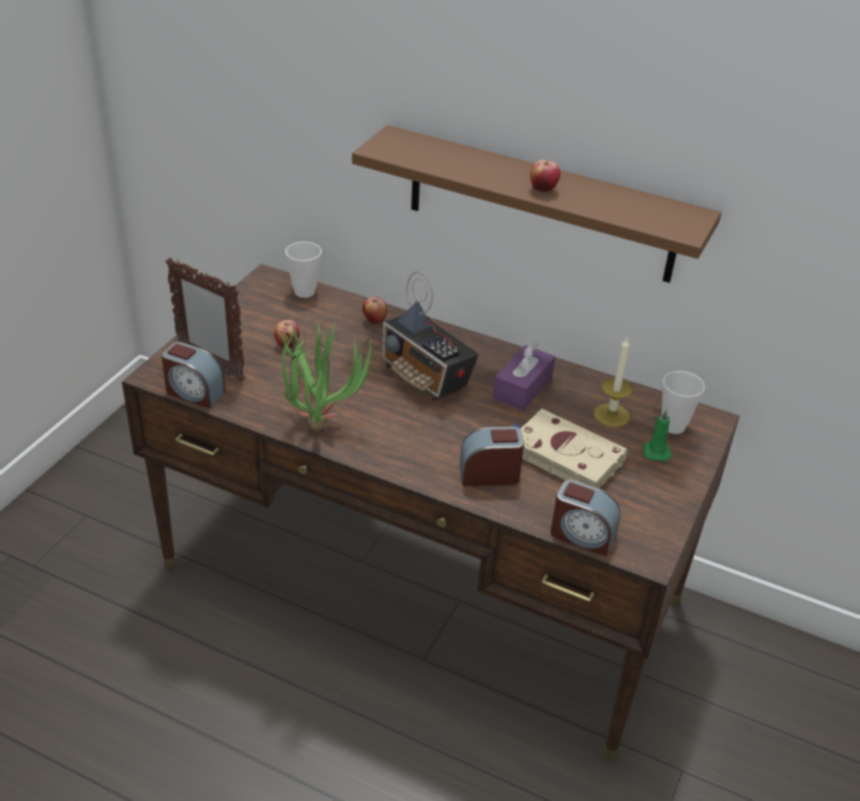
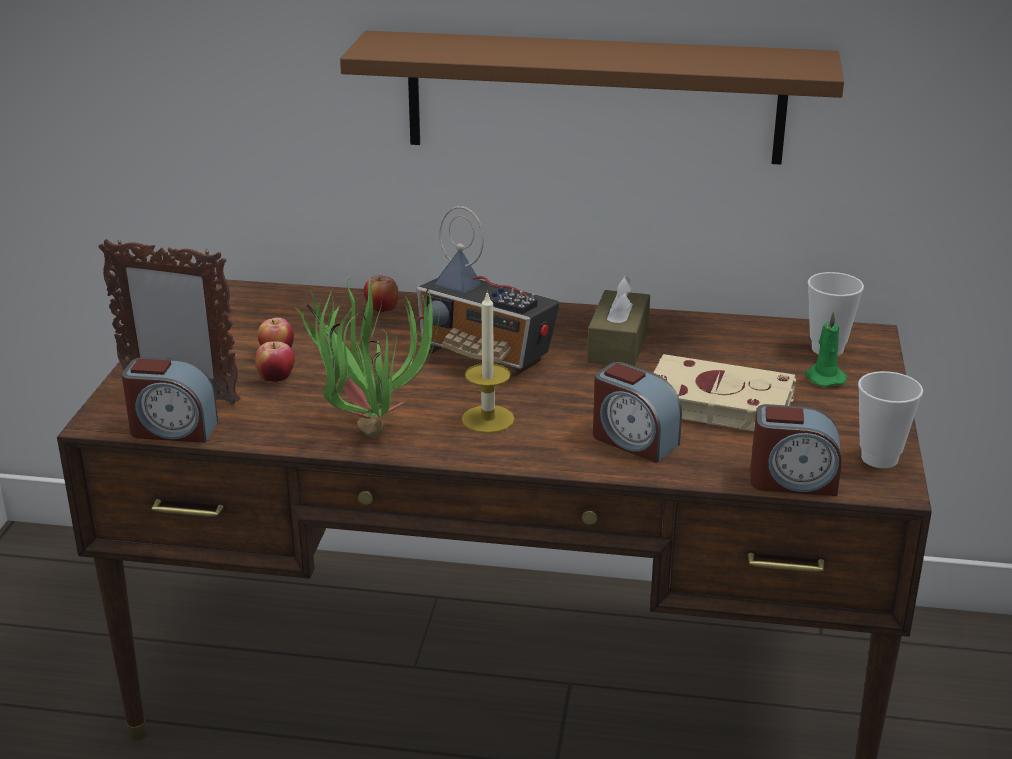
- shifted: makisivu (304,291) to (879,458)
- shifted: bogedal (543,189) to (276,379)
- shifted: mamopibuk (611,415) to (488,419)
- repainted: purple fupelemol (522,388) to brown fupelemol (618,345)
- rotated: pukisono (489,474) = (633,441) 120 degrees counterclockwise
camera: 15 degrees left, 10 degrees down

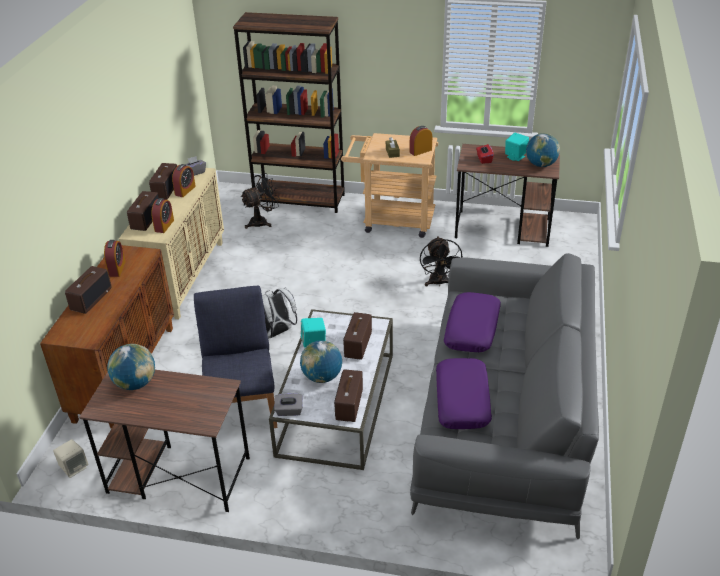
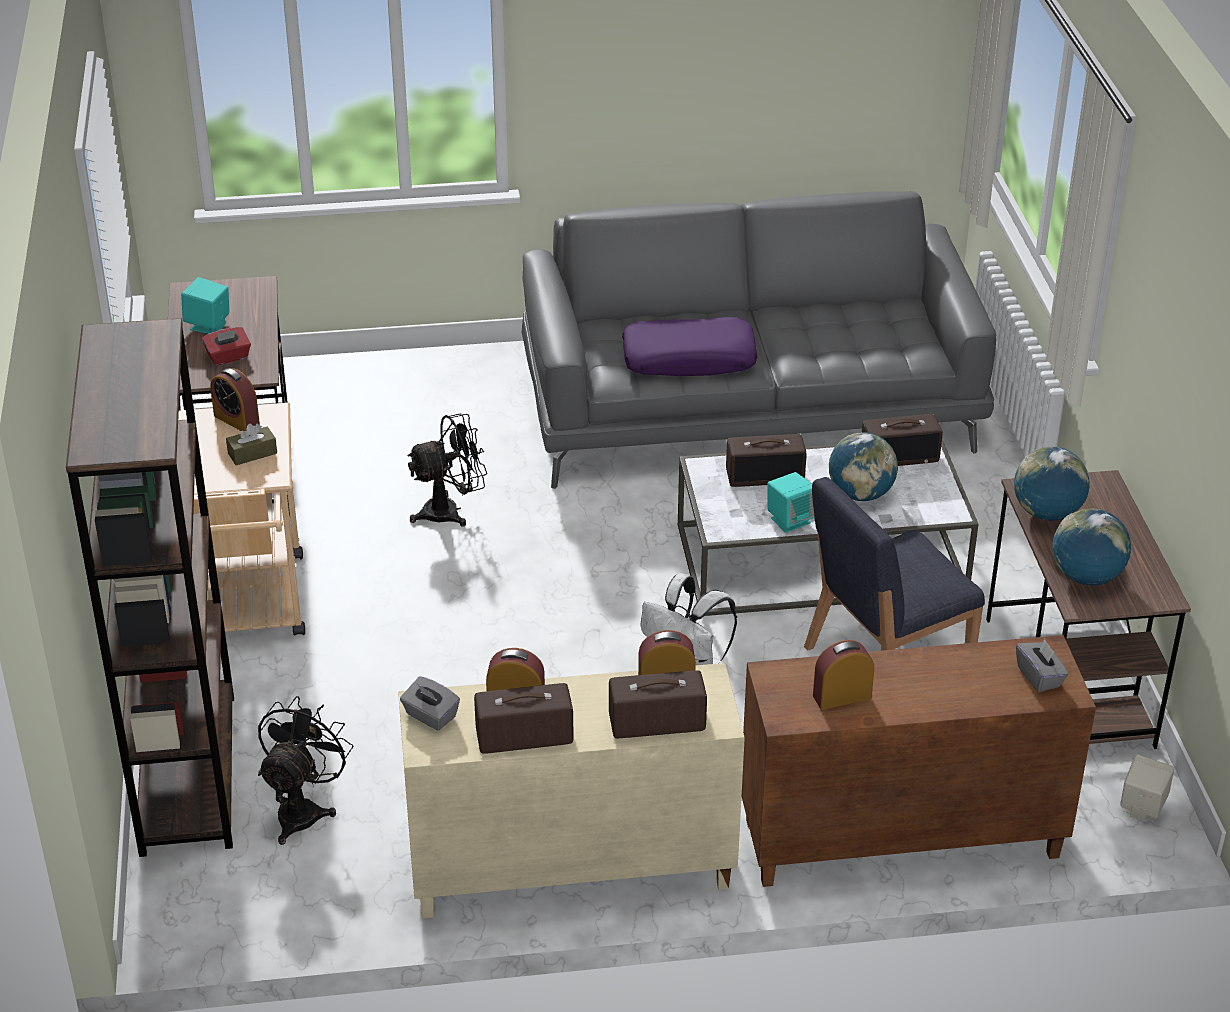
- gone: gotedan (91,298)
- gone: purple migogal (463,400)
- shifted: grey fupelemol (289,411) to (1039,677)
- shifted: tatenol (541,165) to (1047,513)
- rotated: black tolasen (262,221) = (303,810) 75 degrees clockwise
camera: 110 degrees left, 0 degrees up

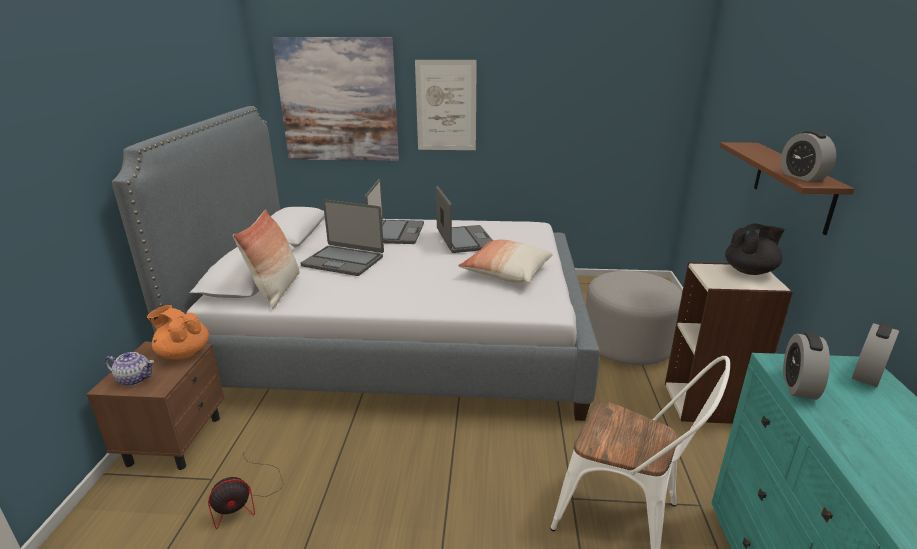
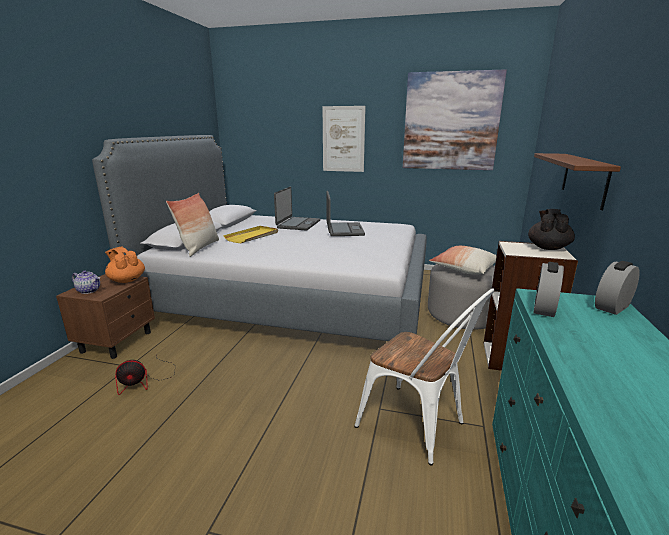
- gone: pukisono (802,176)
- shifted: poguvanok (338,101) to (451,122)
- shifted: migogal (506,273) to (464,269)
- swapped: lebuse (343,261) to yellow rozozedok (252,236)
- rotated: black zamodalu (750,271) = (548,247) 60 degrees counterclockwise
camera: 10 degrees right, 5 degrees down

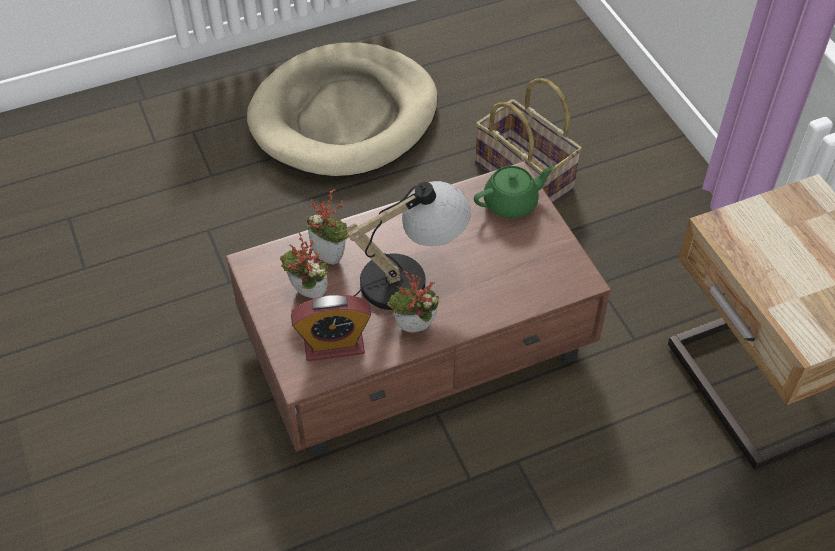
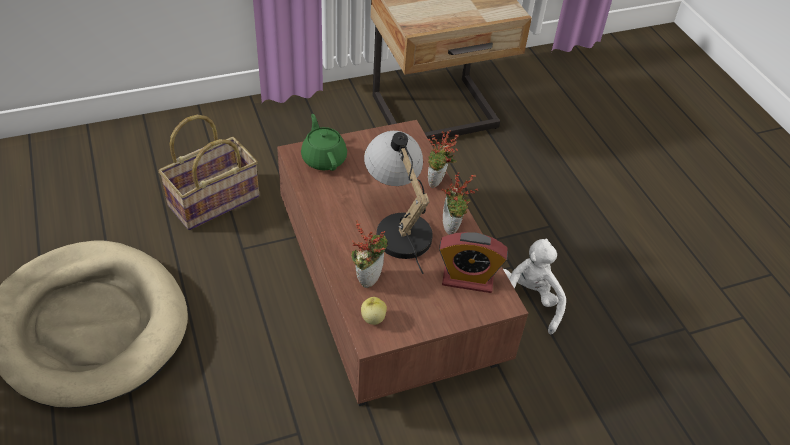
- new: bogedal (373,318)
- new: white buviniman (527,303)
- shifted: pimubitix (306,295) to (438,183)
- rotated: pukisono (334,345) = (467,279) 105 degrees clockwise
camera: 90 degrees left, 5 degrees down

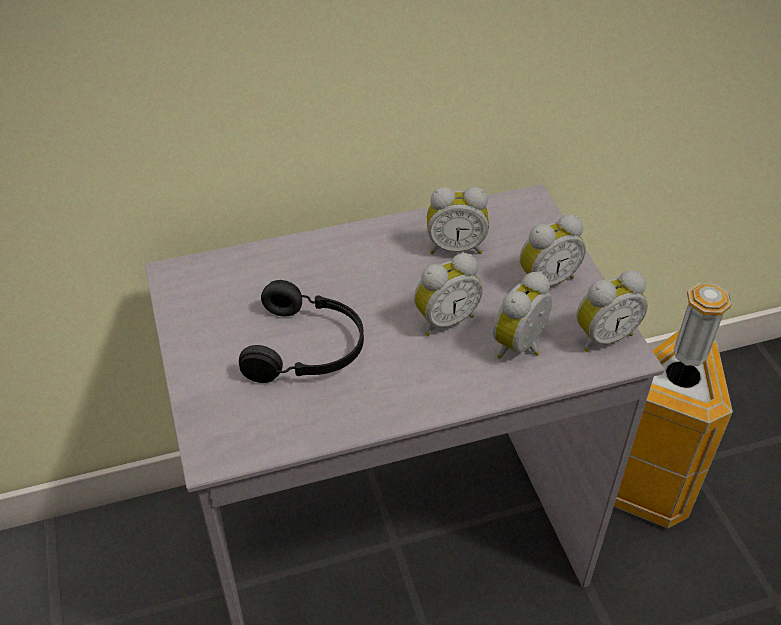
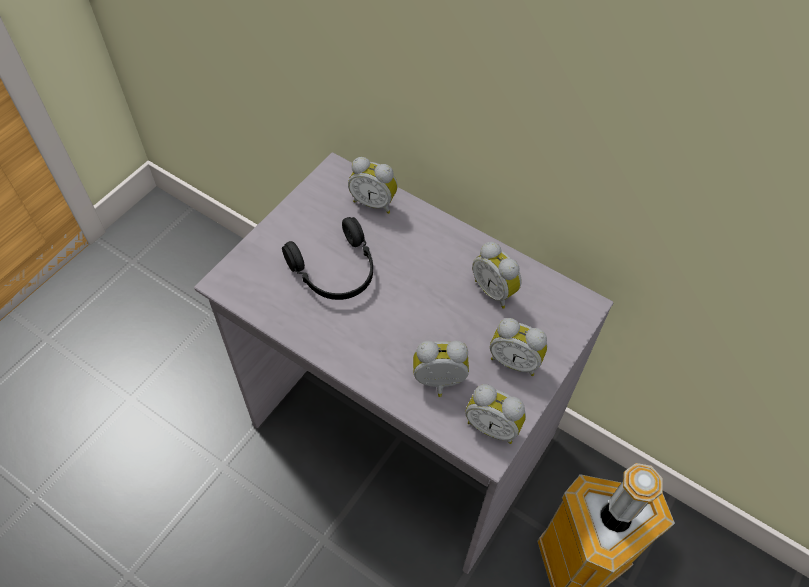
- shifted: pukisono (444,319) to (374,202)
camera: 50 degrees right, 10 degrees up

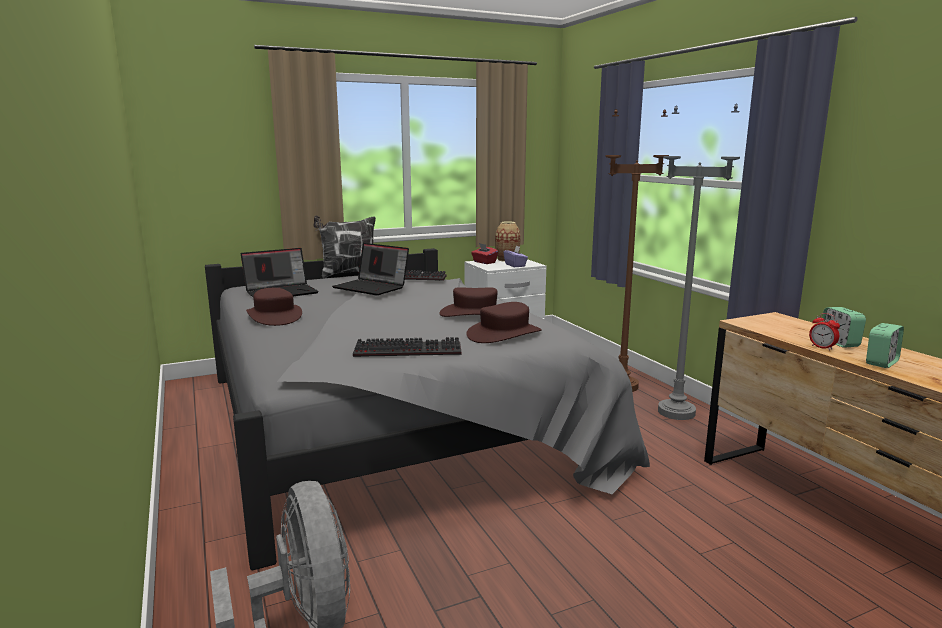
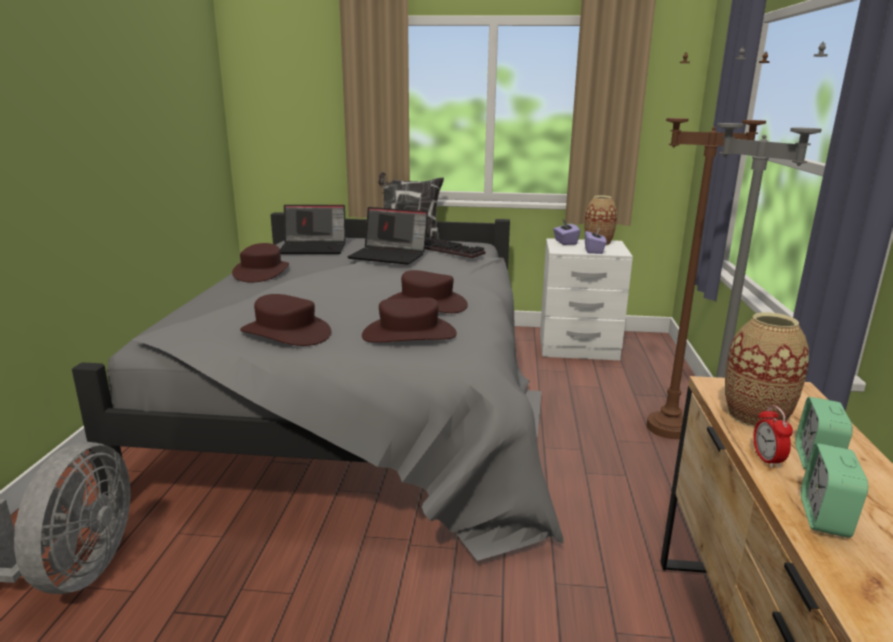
- new: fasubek (755,416)
- swapped: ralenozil (410,350) to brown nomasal (286,332)
- repainted: red fupelemol (484,262) to purple fupelemol (565,242)
- rotated: lebuse (372,287) = (389,255) 45 degrees counterclockwise
- rotated: pukisono (881,362) = (824,517) 120 degrees clockwise
camera: 30 degrees right, 5 degrees up

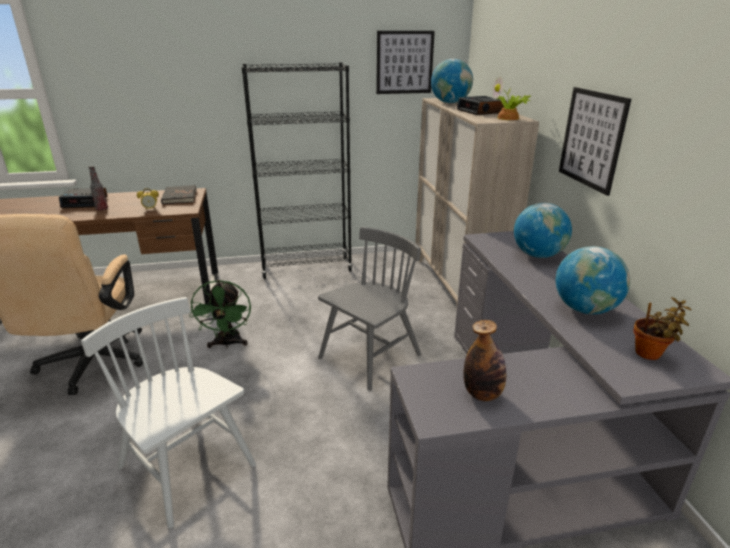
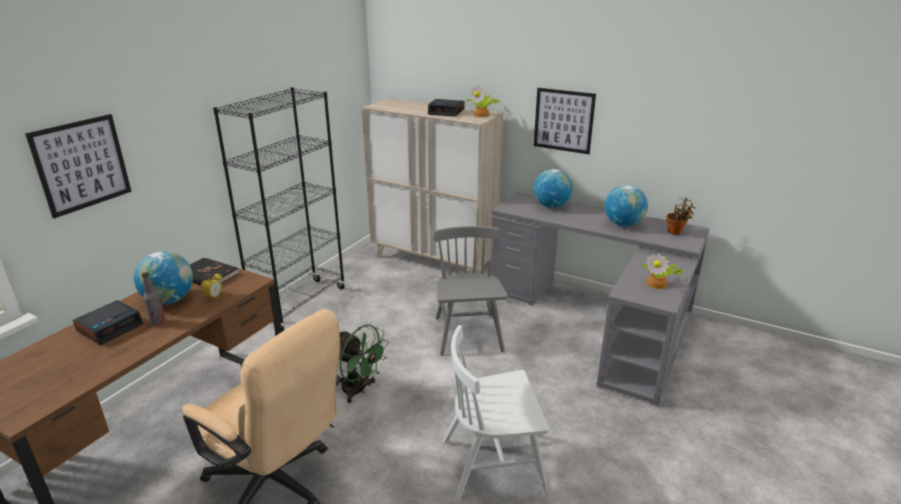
- shifted: poguvanok (404,62) to (82,164)
- shifted: tatenol (450,103) to (169,300)
- swapped: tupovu (482,394) to pimubitix (657,283)
camera: 50 degrees left, 0 degrees up

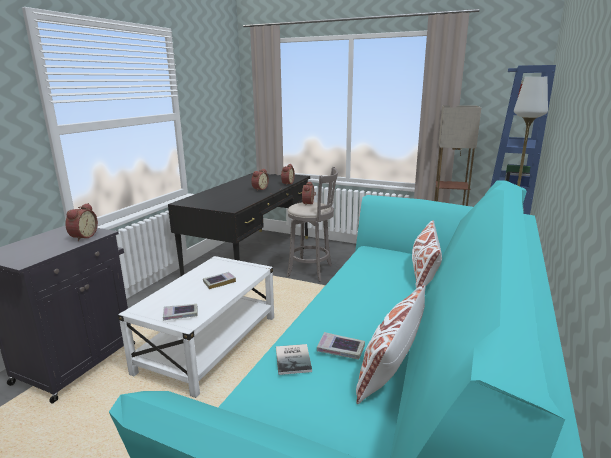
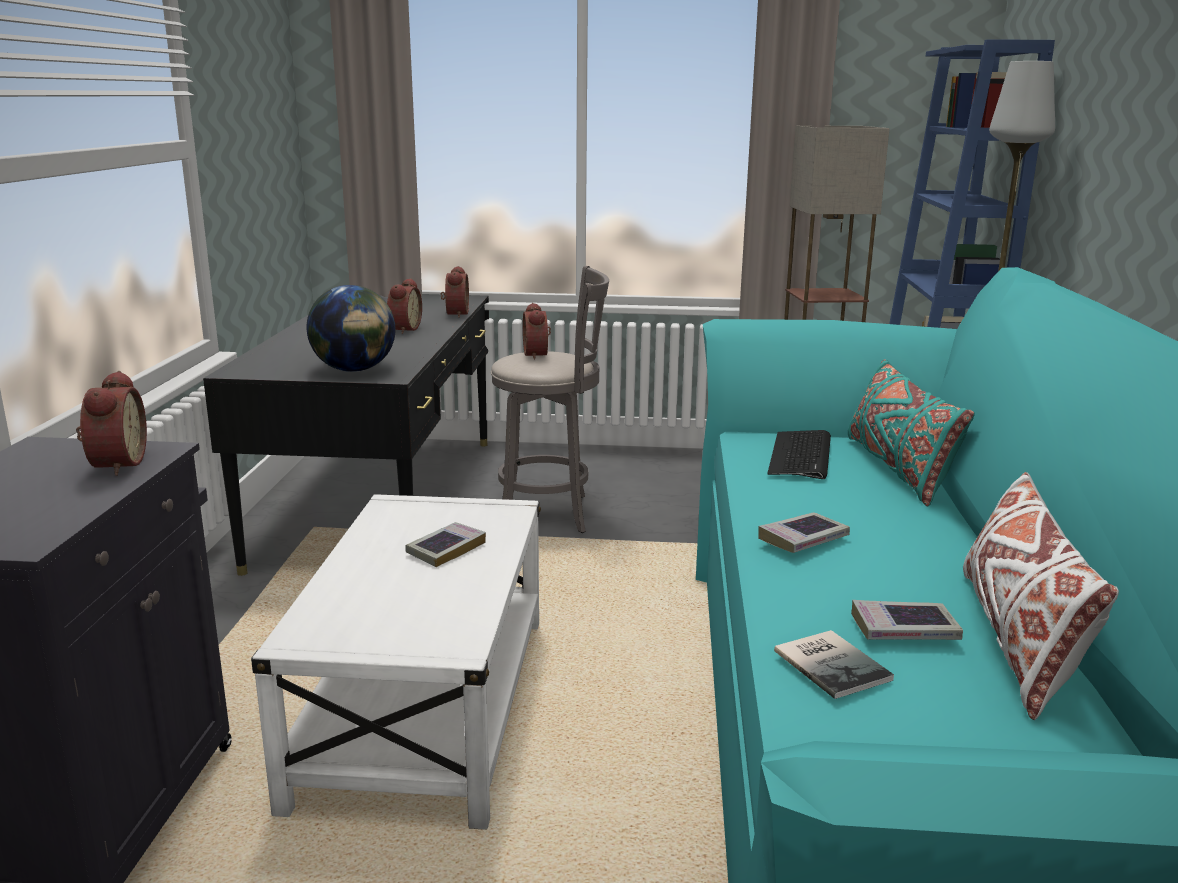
- new: tatenol (355,370)
- new: ralenozil (801,456)
- shifted: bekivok (180,314) to (803,539)
- repainted: white migogal (424,273) to turquoise migogal (898,468)
camera: 20 degrees left, 0 degrees up

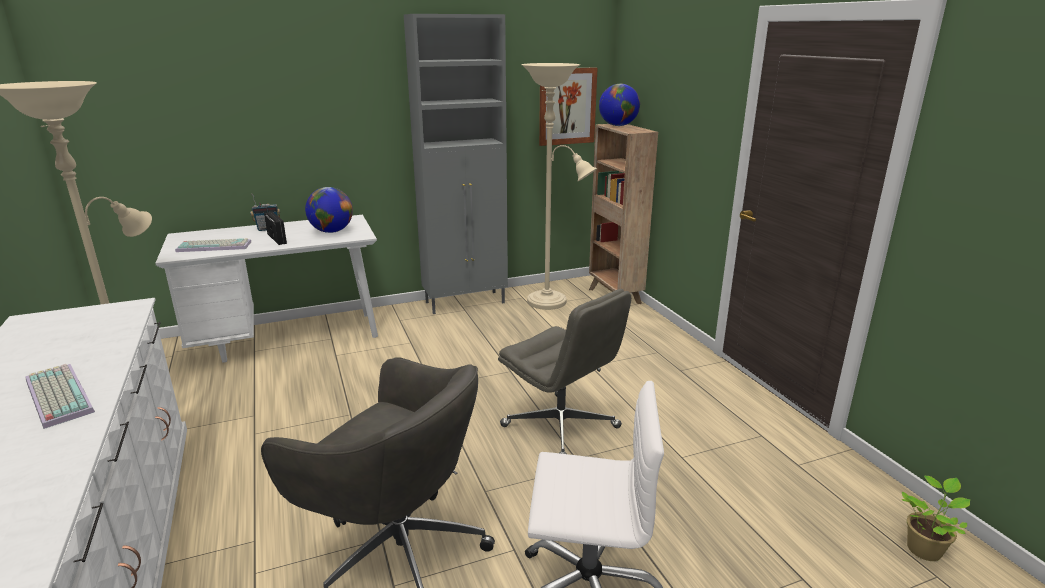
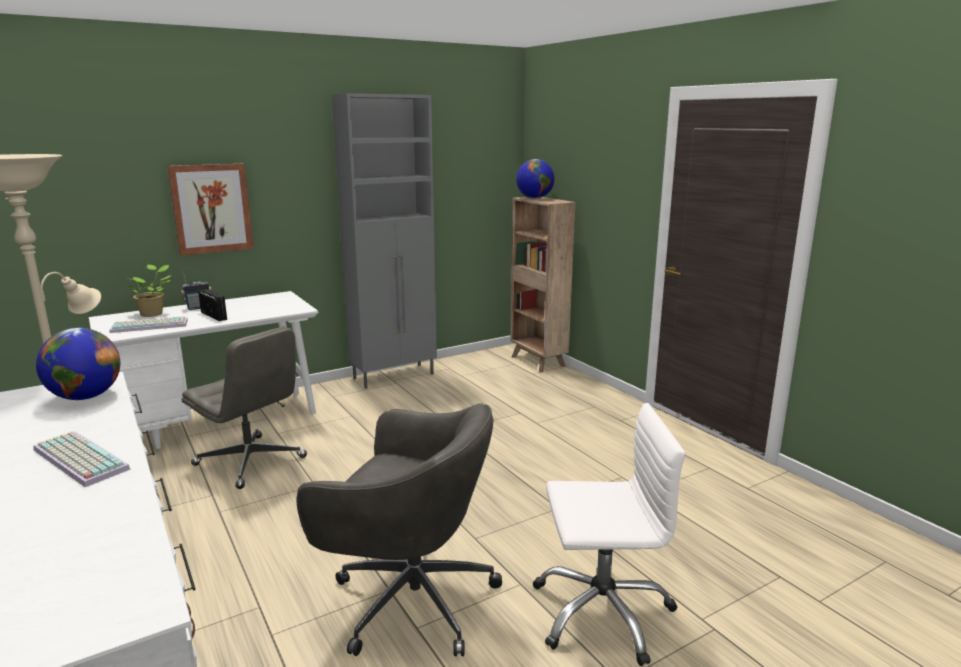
- gone: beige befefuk (552,302)
- shifted: tatenol (331,231) to (86,397)
- shifted: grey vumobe (562,427) to (251,461)
- shifted: poguvanok (567,106) to (211,208)
- shifted: pimubitix (924,548) to (153,314)
camera: 10 degrees left, 5 degrees down

